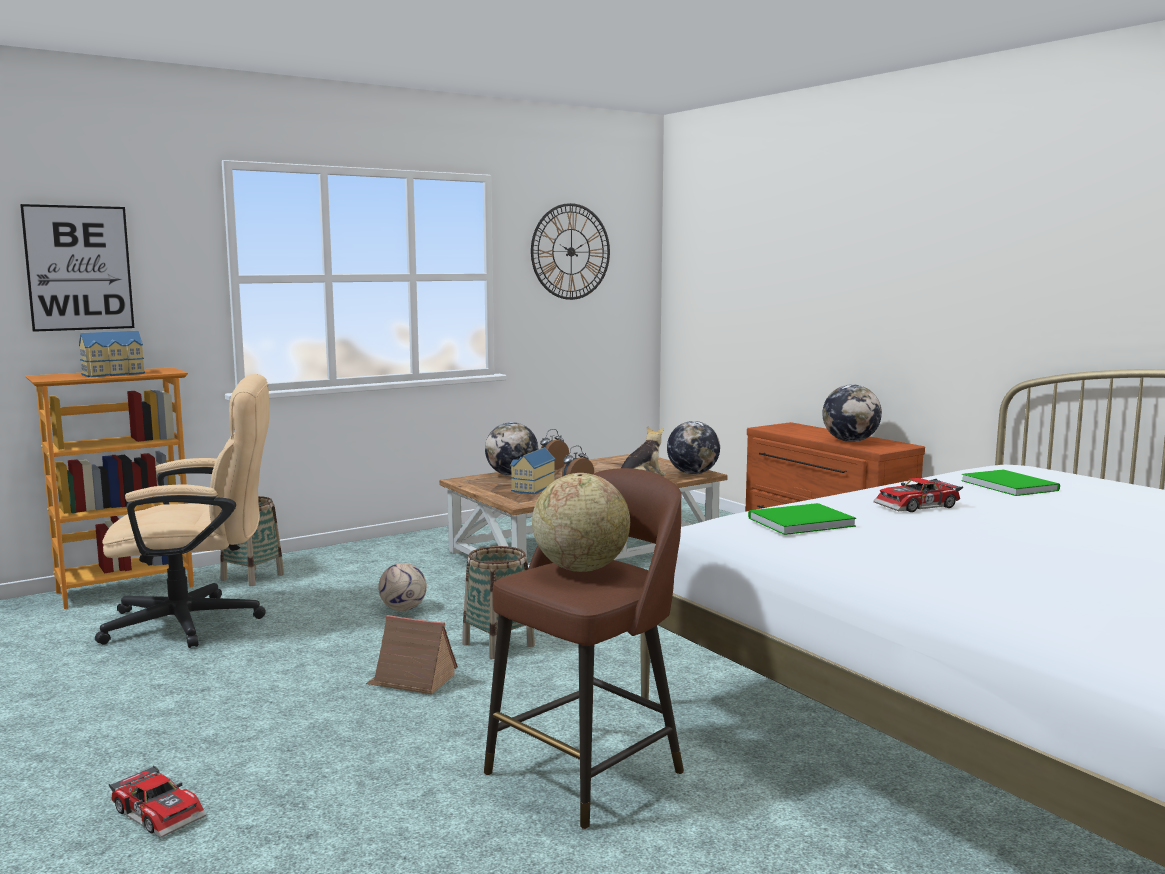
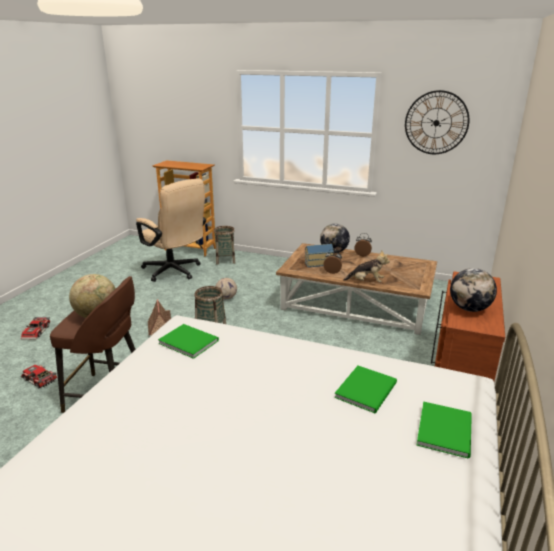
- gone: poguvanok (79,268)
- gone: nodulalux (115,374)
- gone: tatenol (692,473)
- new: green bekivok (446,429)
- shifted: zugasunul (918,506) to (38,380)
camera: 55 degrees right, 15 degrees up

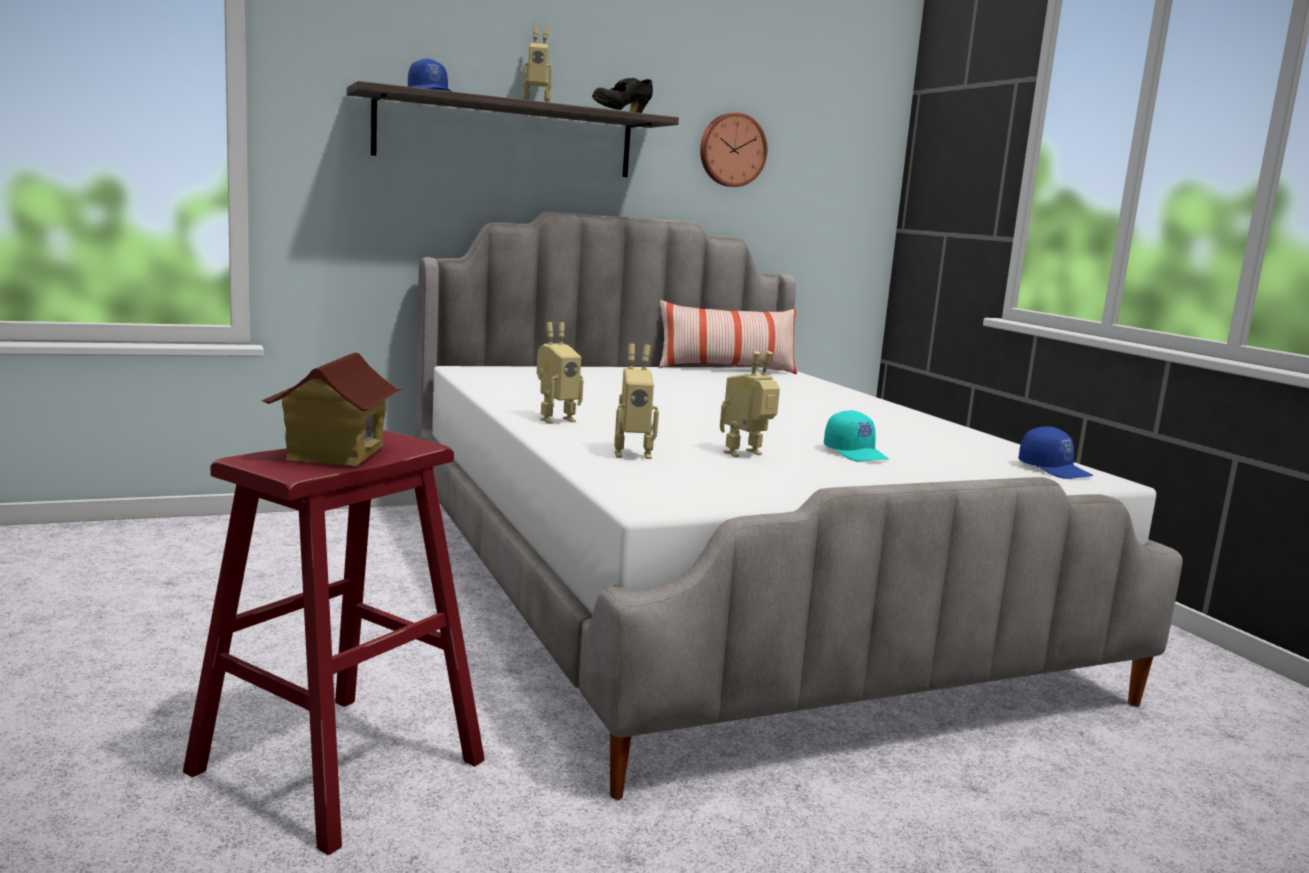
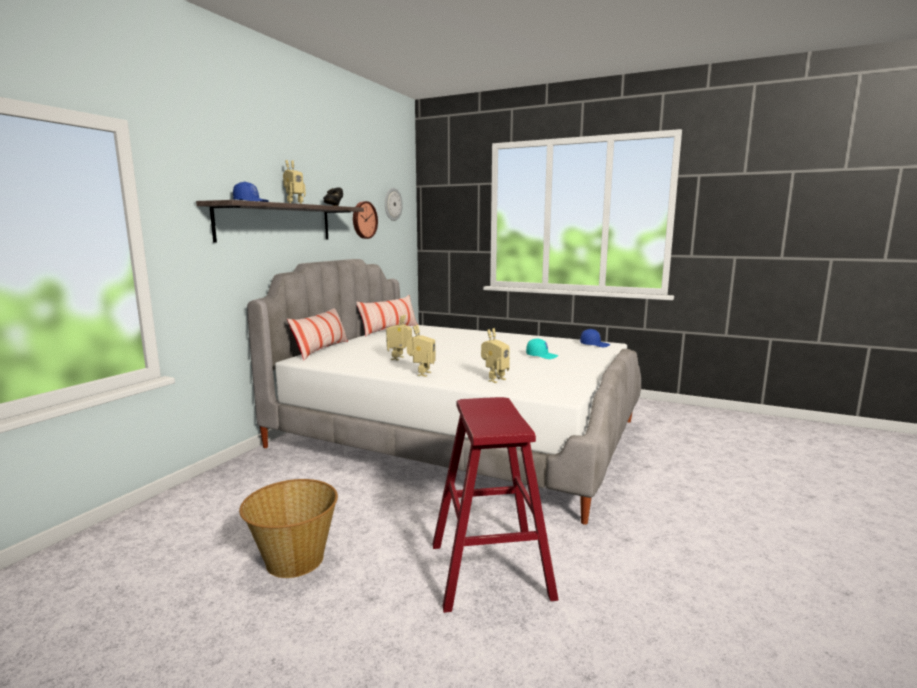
- gone: nodulalux (335,453)
- new: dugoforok (294,559)
- new: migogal (321,350)
- new: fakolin (392,204)
- shifted: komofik (746,455) to (399,358)
camera: 40 degrees left, 0 degrees up

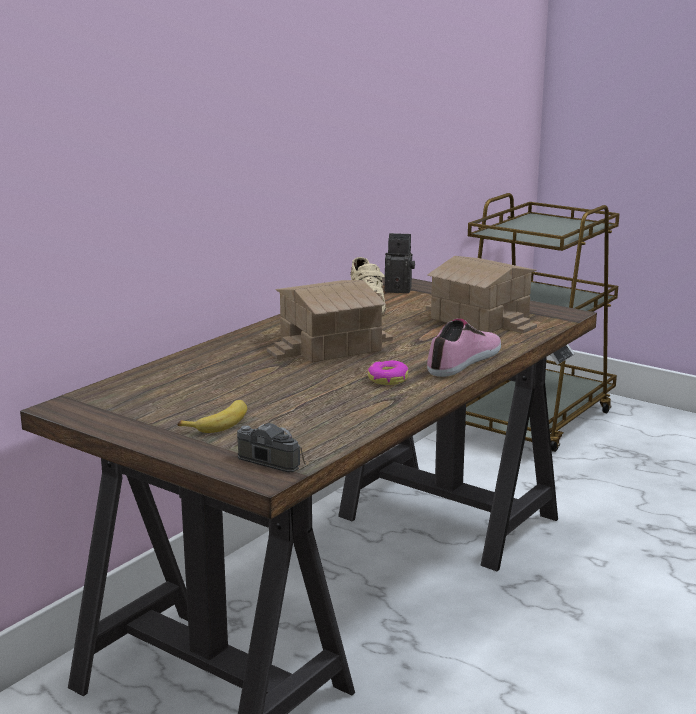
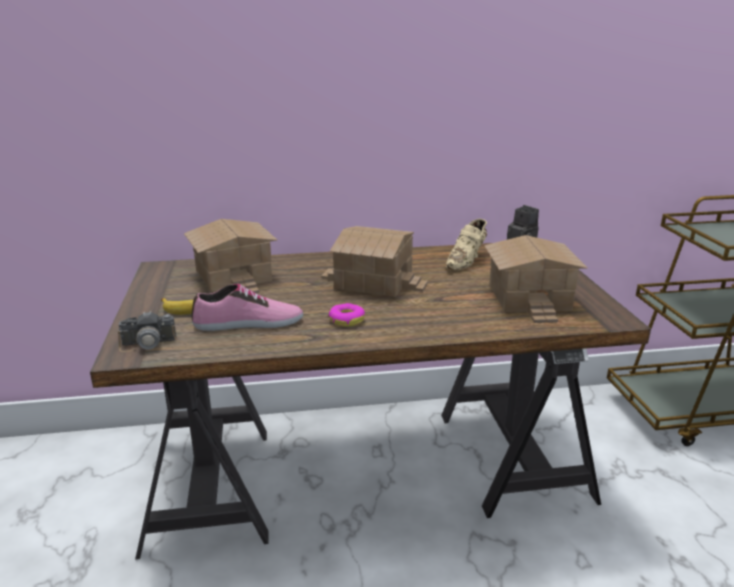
- new: nodulalux (231,276)
- shifted: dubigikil (465,361) to (248,323)
- rotated: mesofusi (269,457) = (154,344) 90 degrees clockwise
camera: 45 degrees right, 5 degrees up

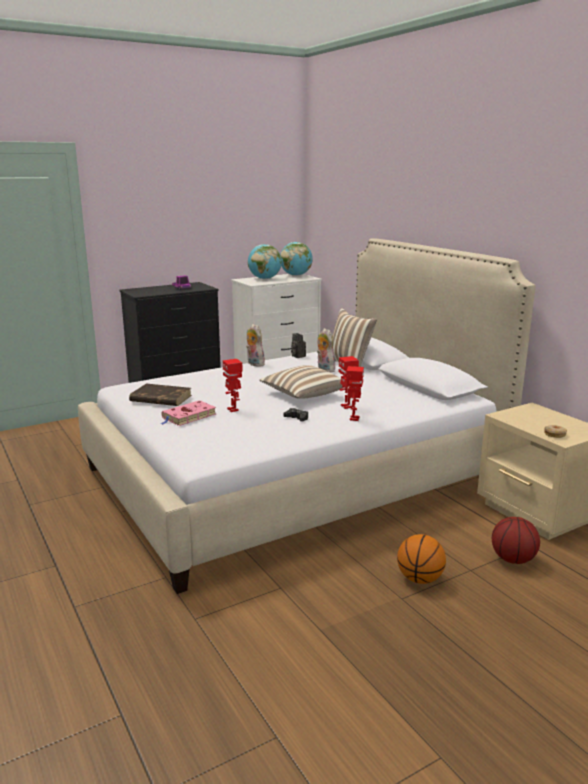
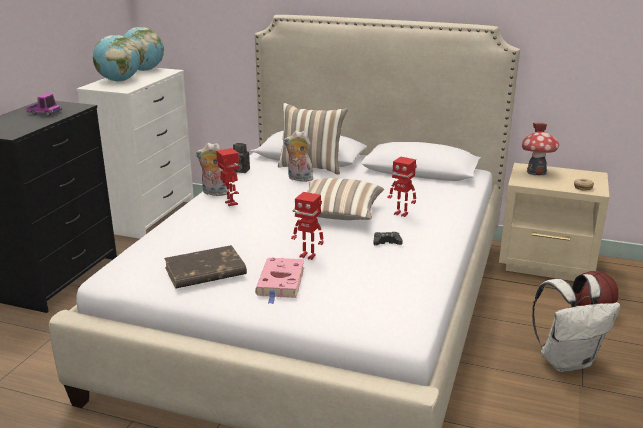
- new: nodulalux (536,172)
- shifted: komofik (353,418) to (230,203)
- swapped: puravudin (420,579) to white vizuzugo (566,361)
camera: 40 degrees left, 5 degrees up

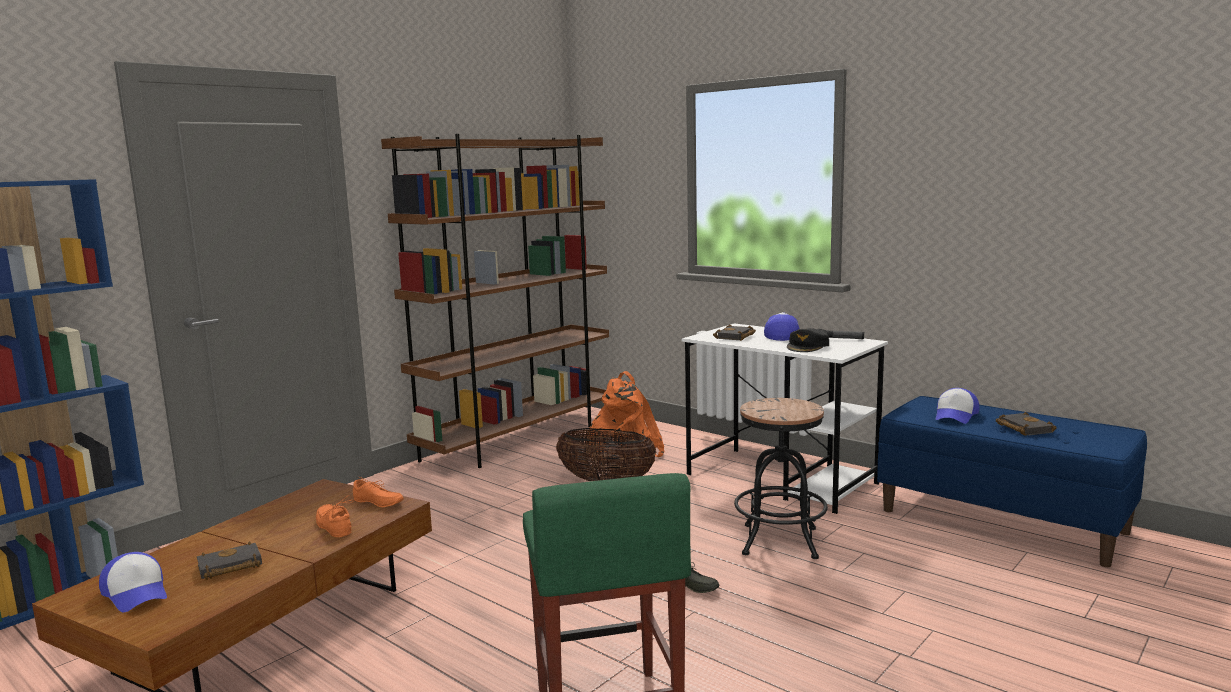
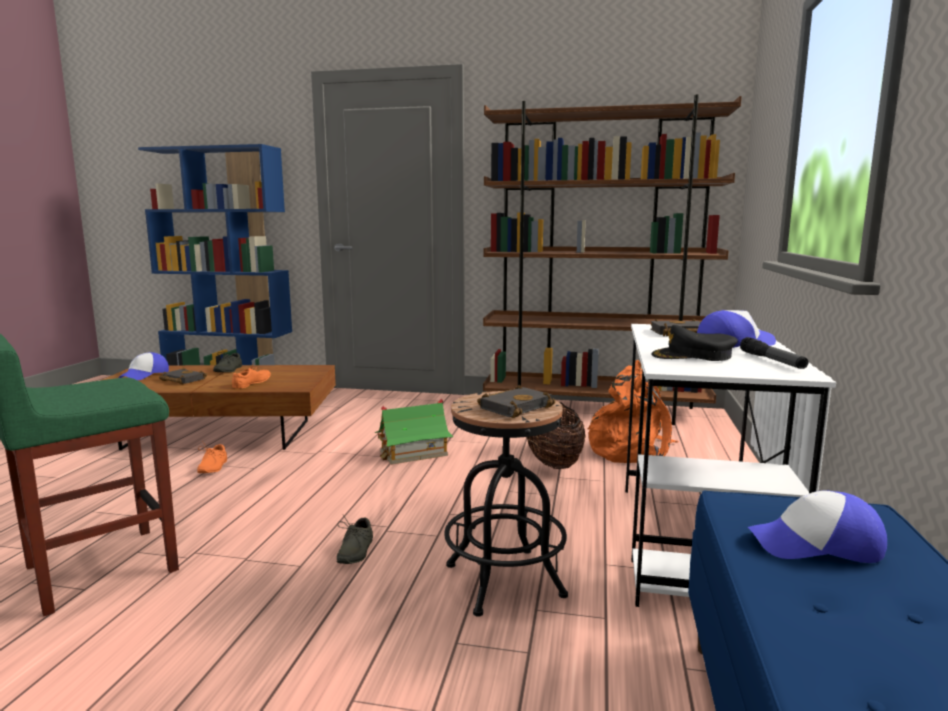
- new: grey dubigikil (227,370)
- new: nodulalux (413,453)
- shifted: orange dubigikil (377,503) to (211,467)
- shifted: black bekivok (1022,428) to (515,407)
camera: 60 degrees right, 0 degrees up

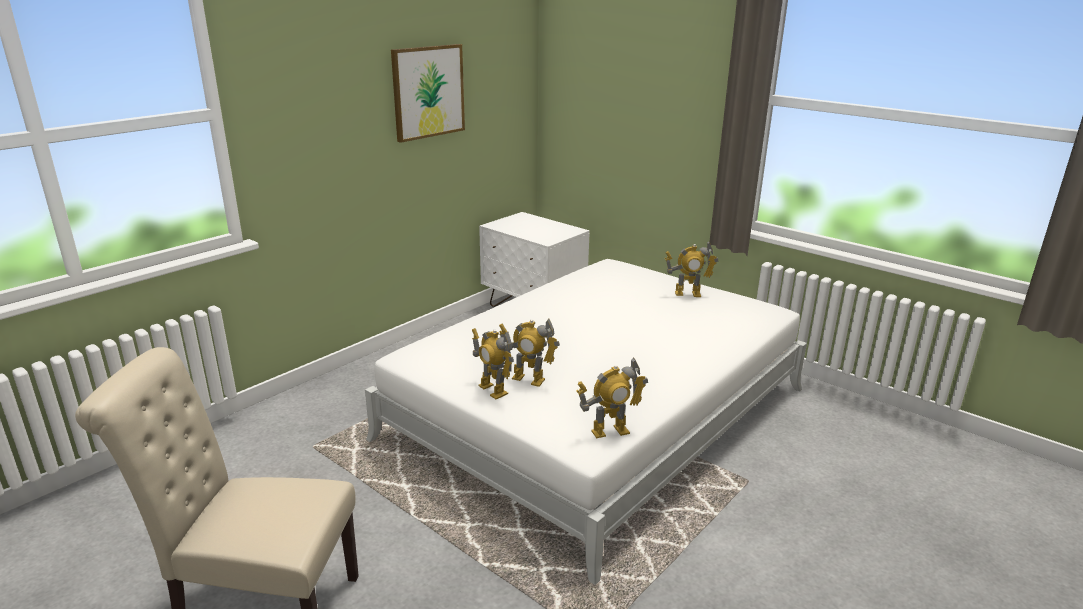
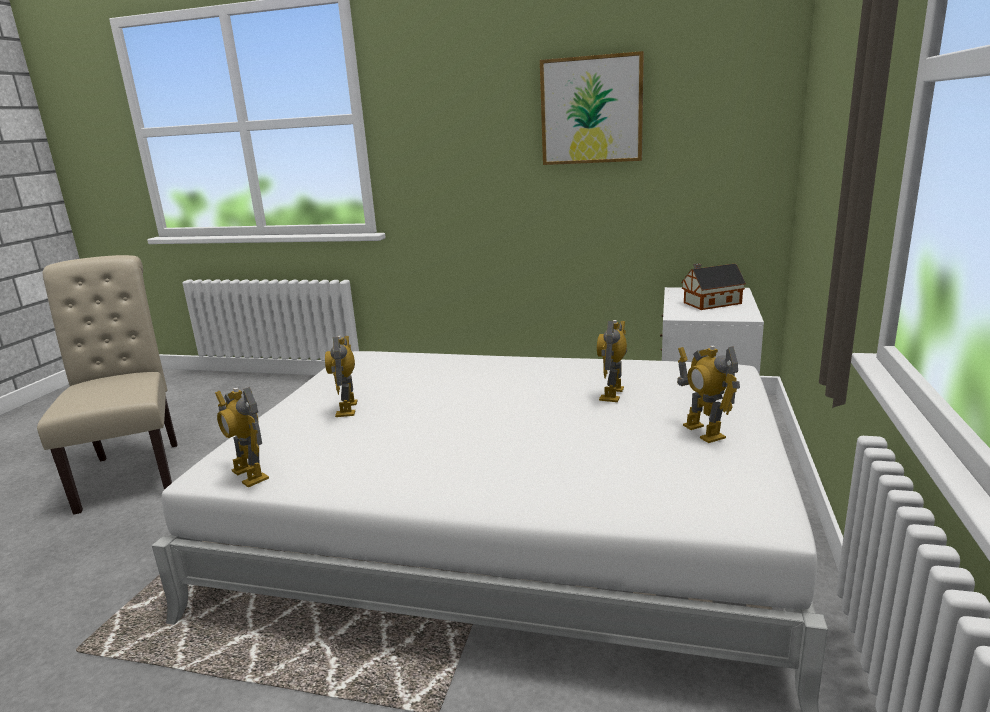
- new: nodulalux (710,303)
- shifted: komofik (492,390) to (613,394)
camera: 65 degrees right, 5 degrees down

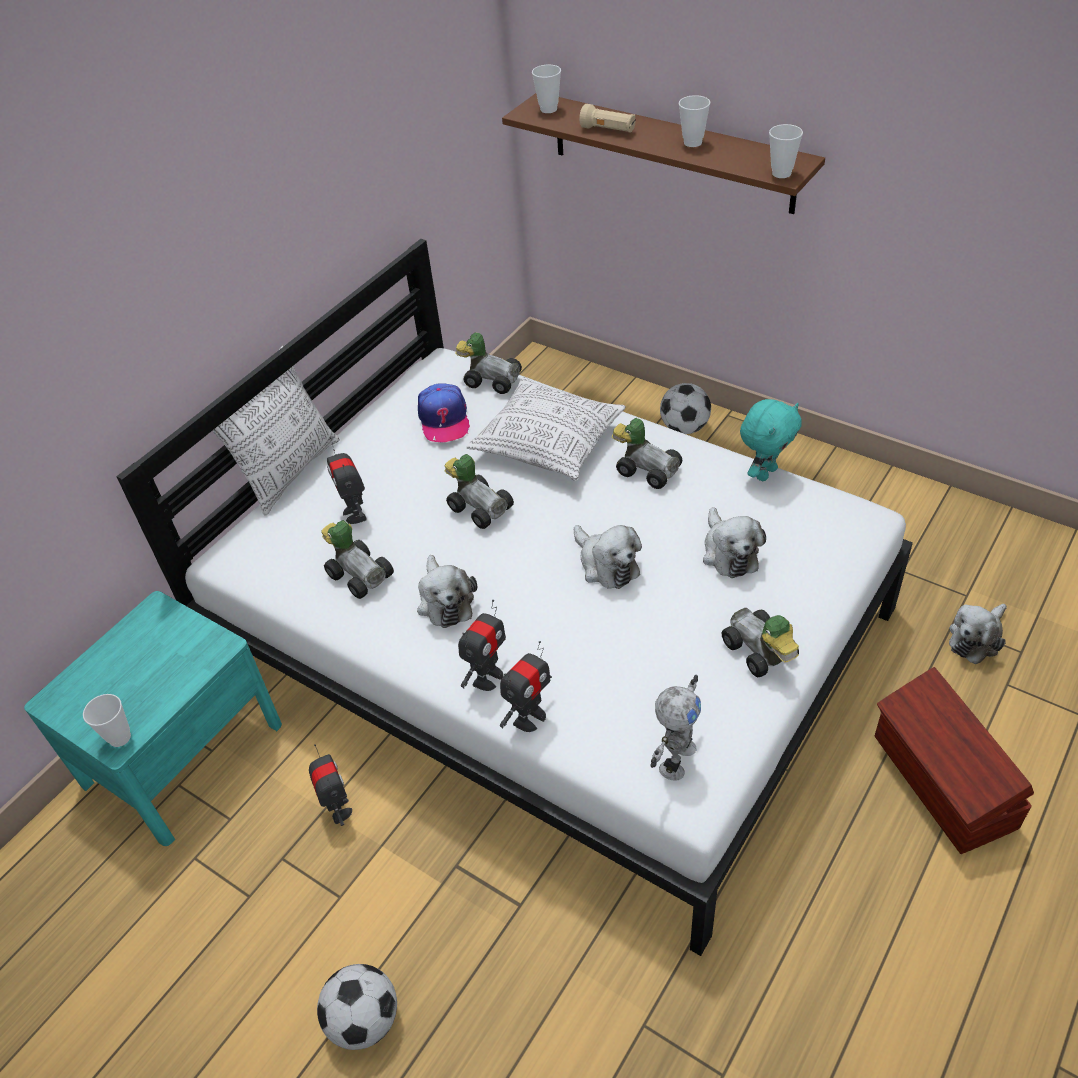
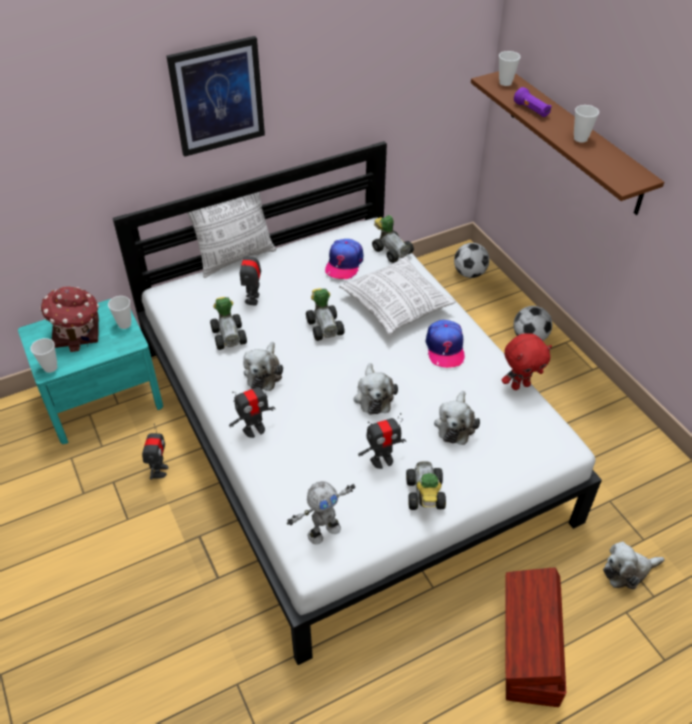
- new: nodulalux (77,332)
- new: poguvanok (217,96)
- shifted: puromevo (364,1020) to (469,273)
- shifted: komofik (529,718) to (382,460)
- shifted: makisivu (781,173) to (124,324)
- swapped: zugasunul (646,468) to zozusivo (445,348)
- repainted: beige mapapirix (608,130) to purple mapapirix (531,110)
- repainted: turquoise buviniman (765,473) to red buviniman (520,385)
camera: 25 degrees right, 0 degrees up

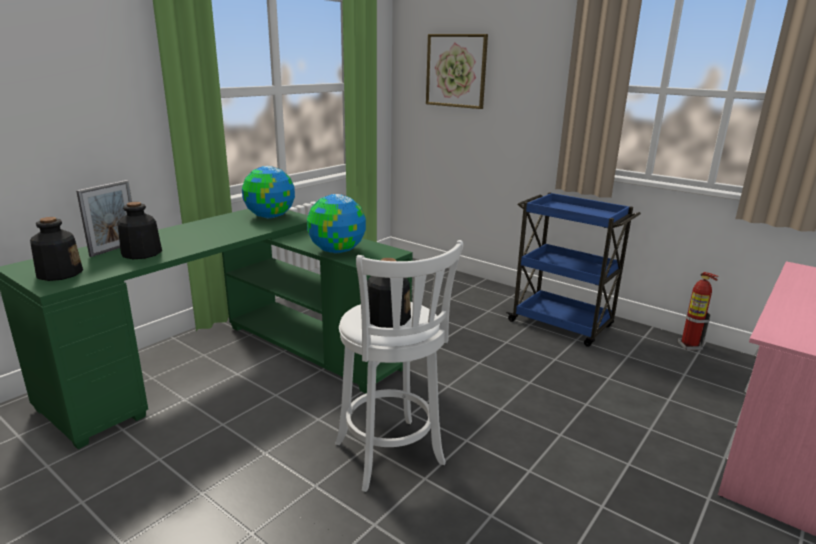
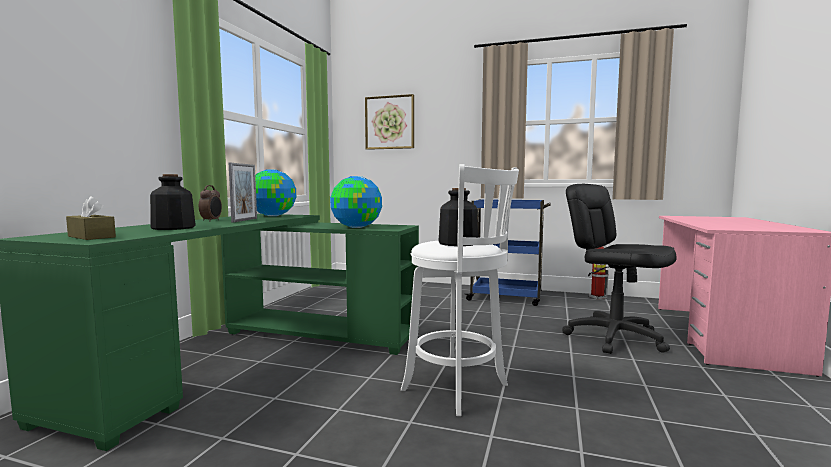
- new: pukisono (211,221)
- new: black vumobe (614,338)
- shifted: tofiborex (114,249) to (244,220)
- swapped: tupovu (59,273) to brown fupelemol (91,237)
camera: 20 degrees left, 15 degrees down

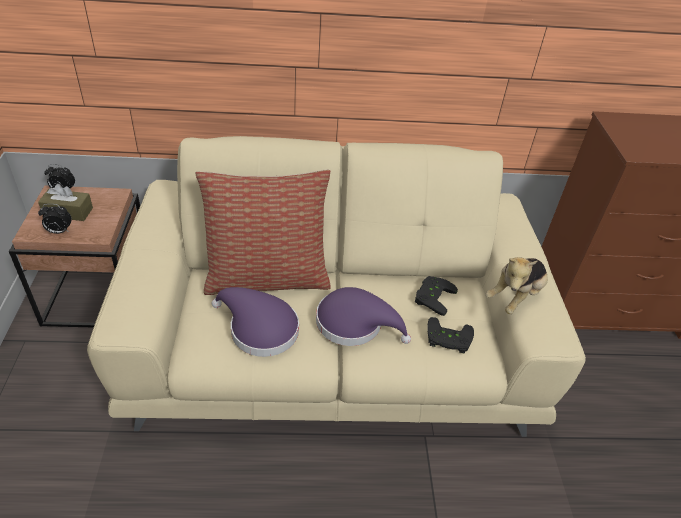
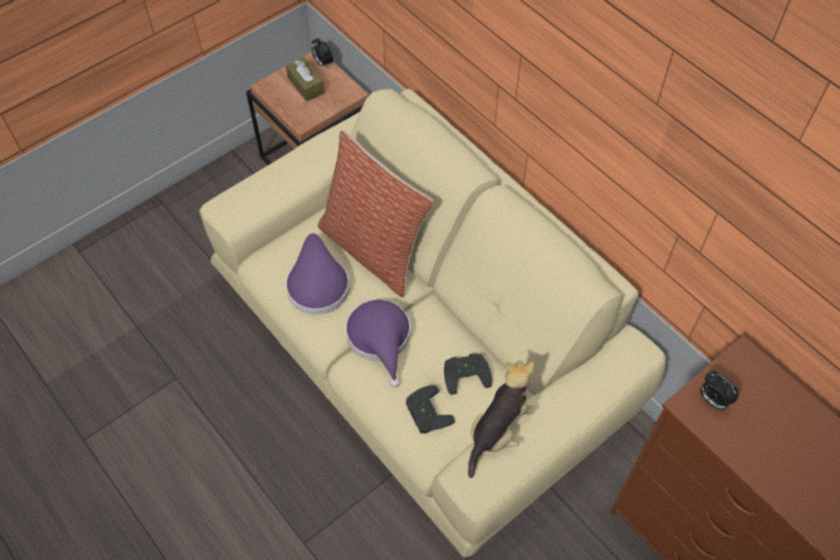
- shifted: pukisono (59,231) to (712,400)
- rotated: buviniman (515,297) = (498,430) 120 degrees clockwise
camera: 55 degrees right, 15 degrees up

